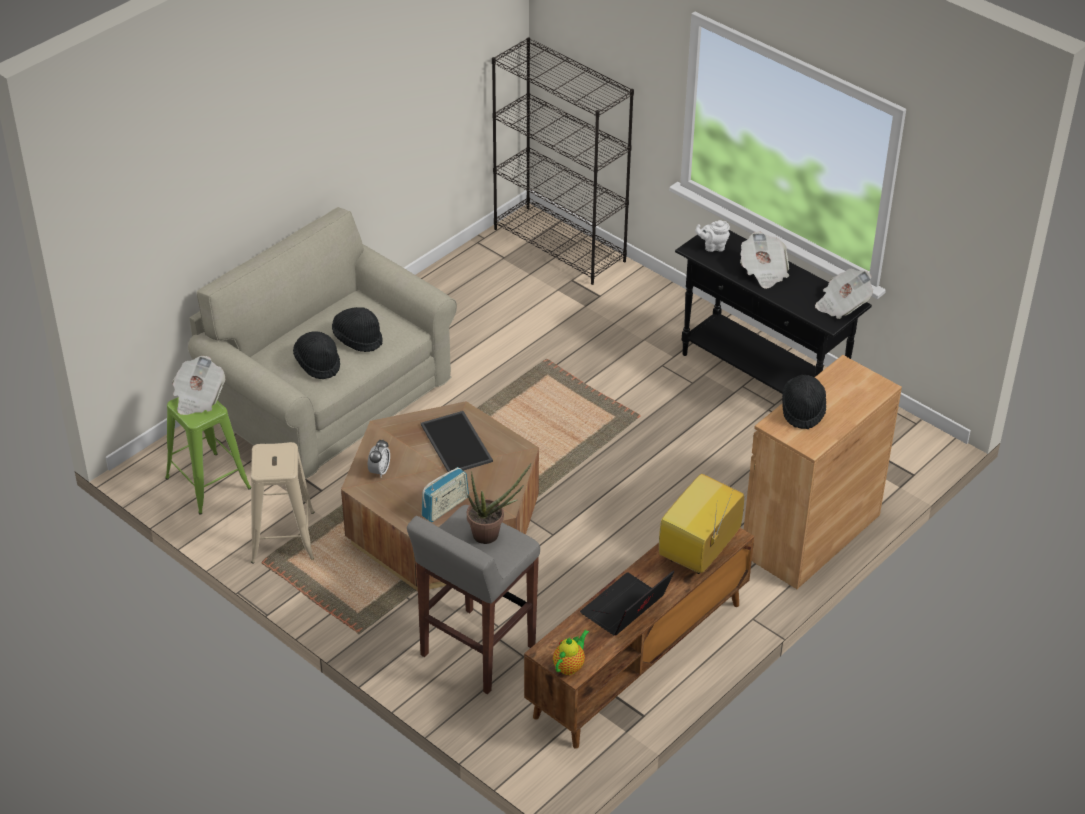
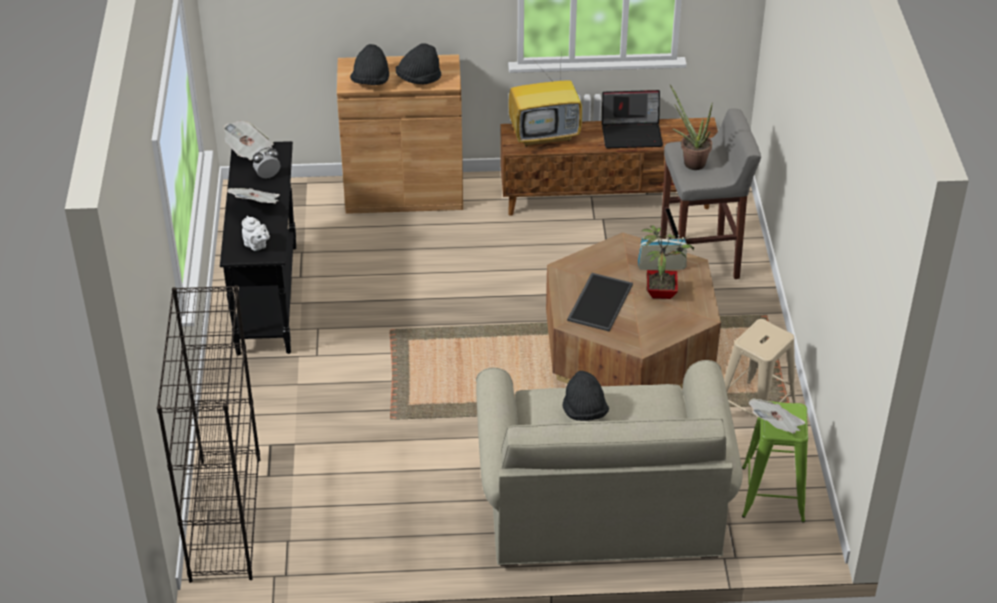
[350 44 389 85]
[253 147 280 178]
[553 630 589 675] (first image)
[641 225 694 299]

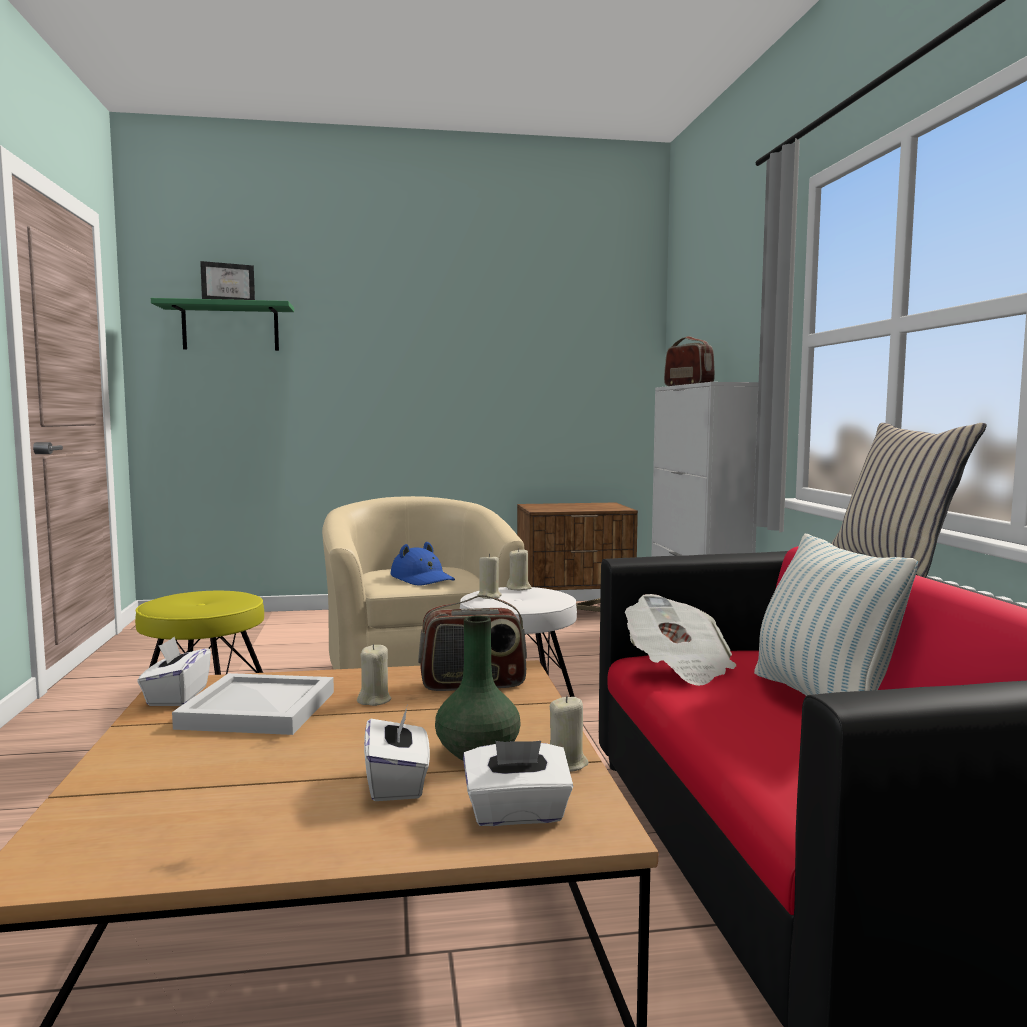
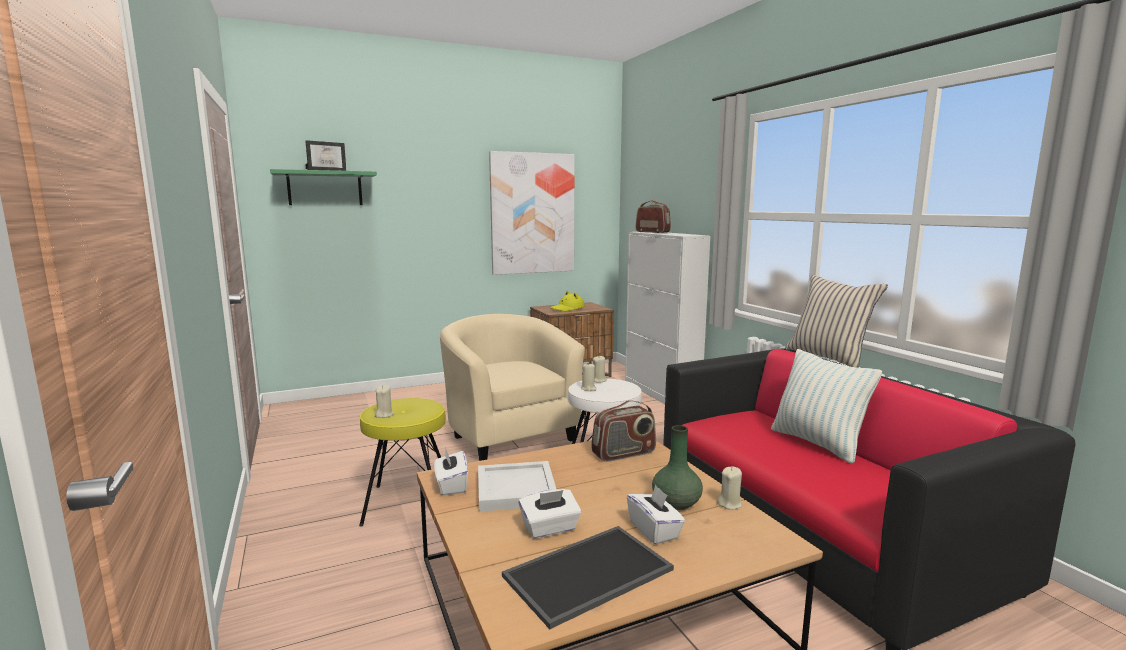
[375 385 394 418]
[390 542 455 586] (first image)
[519 489 581 539]
[625 594 736 686] (first image)
[489 151 575 275]
[502 526 674 629]
[550 291 585 311]

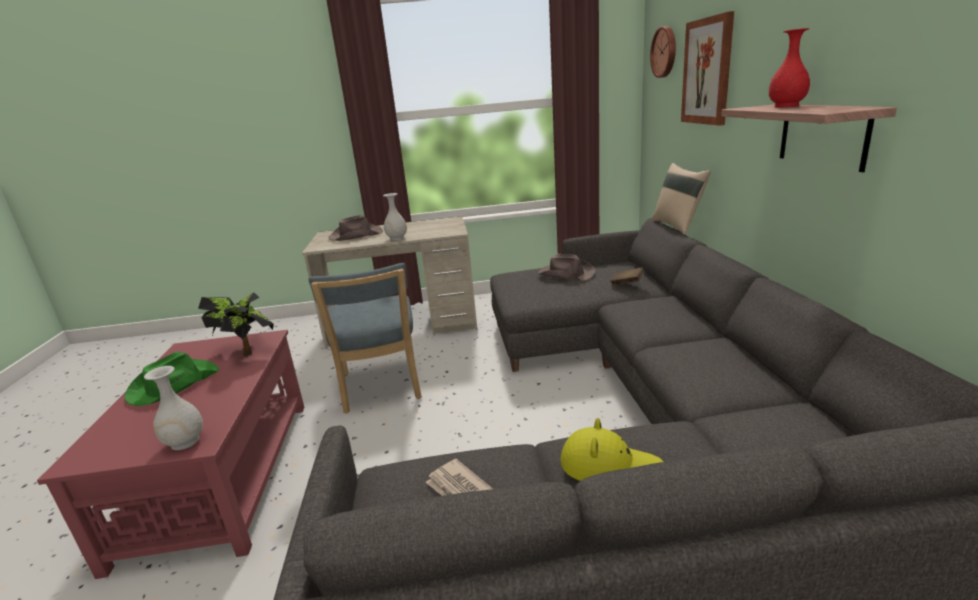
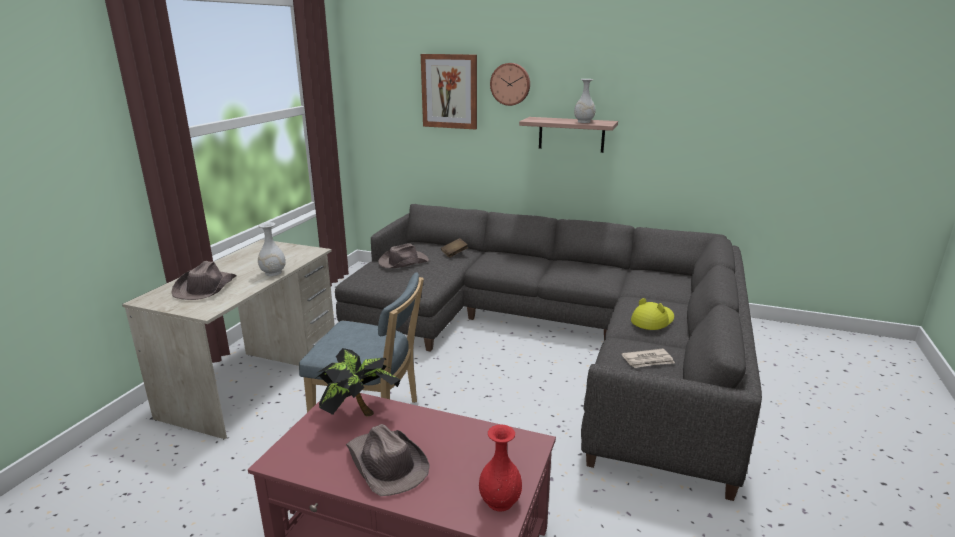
[346 424 430 496]
[574 79 596 123]
[490 63 530 106]
[652 163 711 235] (first image)
[479 424 522 512]

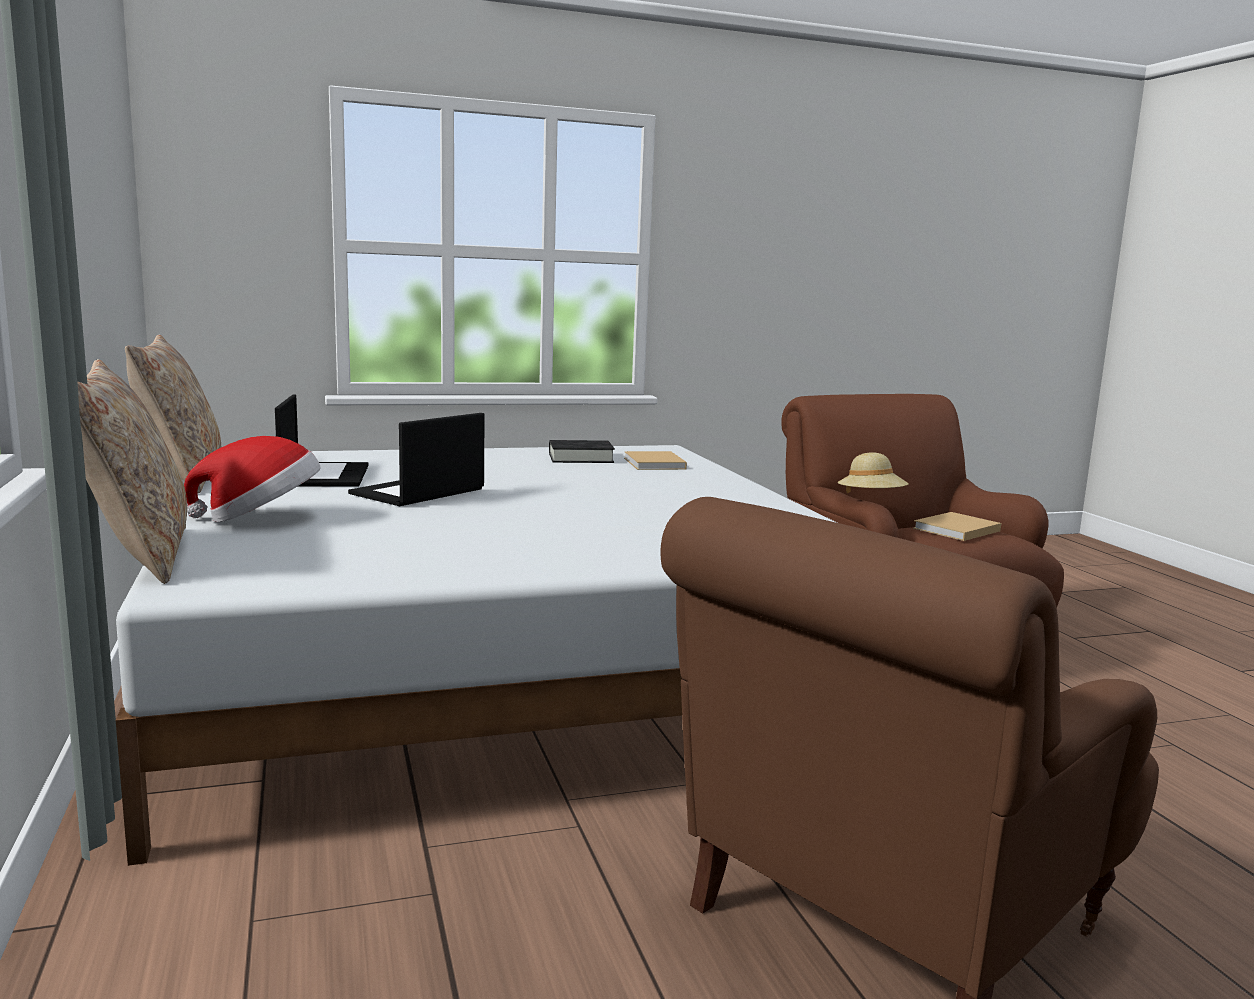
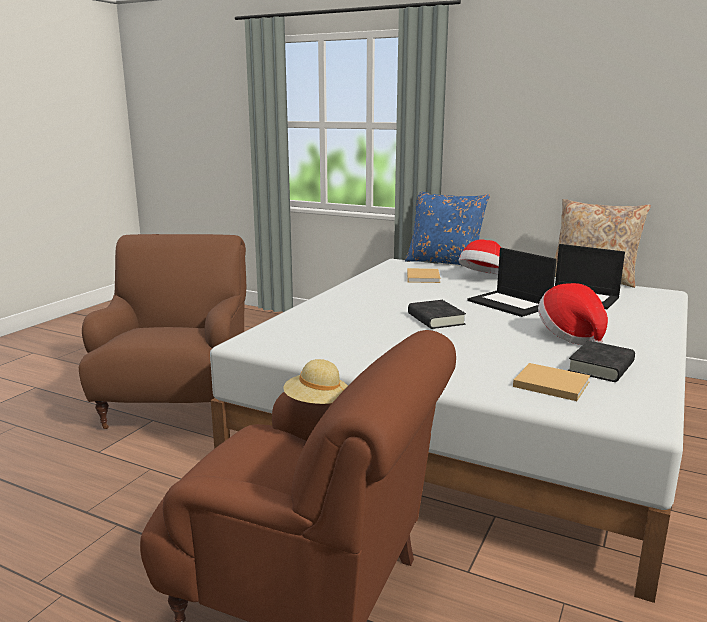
[405 192 490 265]
[467 248 557 317]
[407 268 440 283]
[408 300 466 329]
[538 283 608 345]

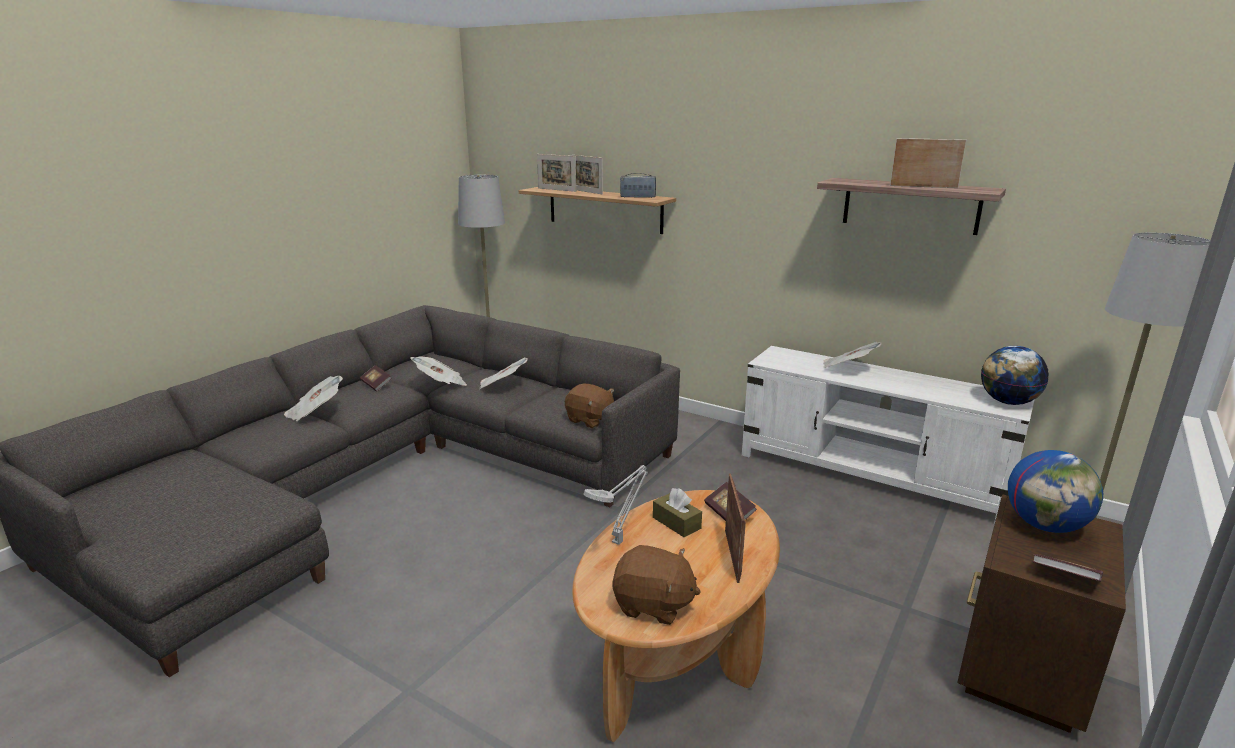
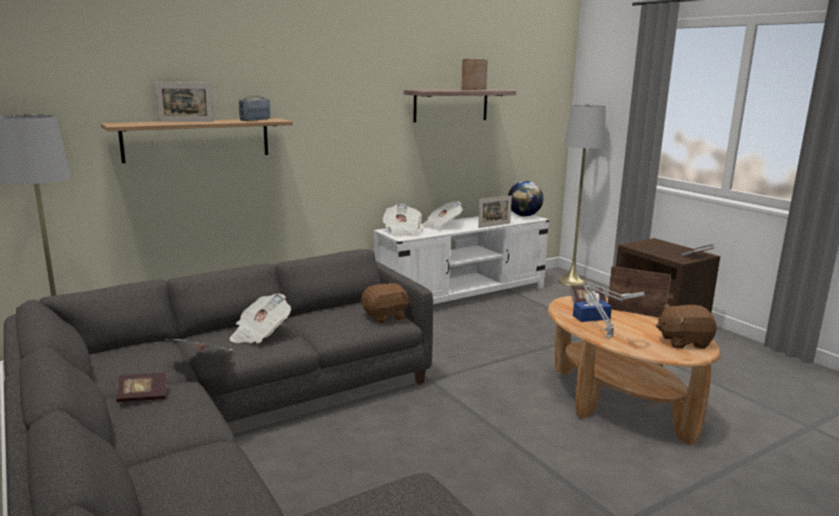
[382 204 422 237]
[478 195 512 228]
[656 304 717 349]
[573 291 612 322]
[1008 450 1103 533] (first image)

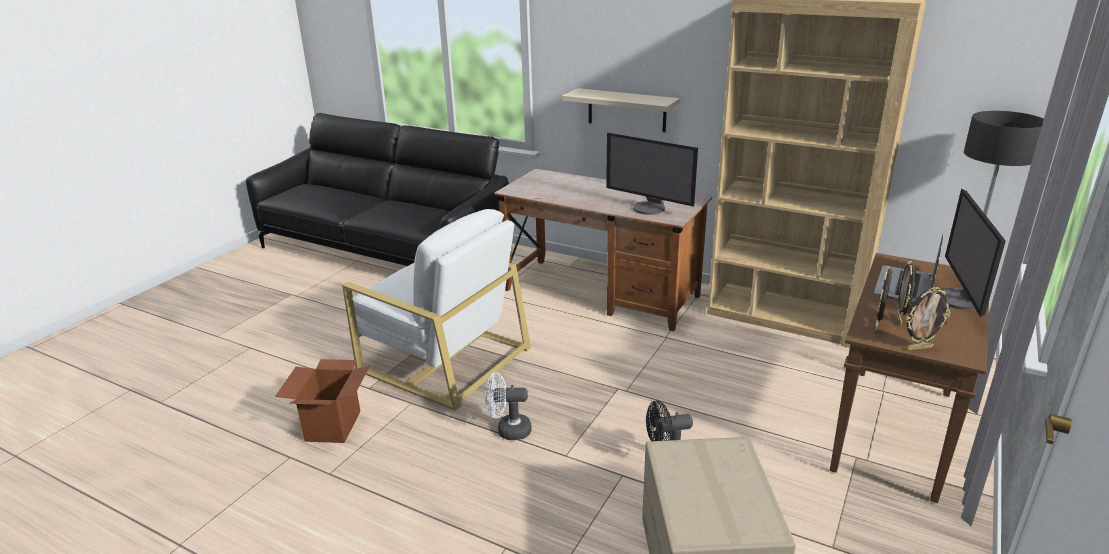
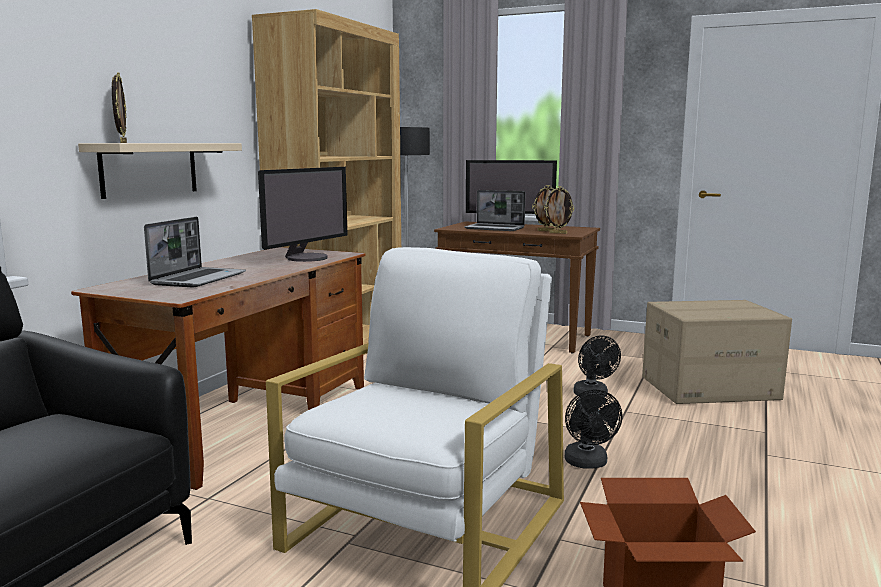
[565 389 623 468]
[112 72 127 143]
[144 217 246 287]

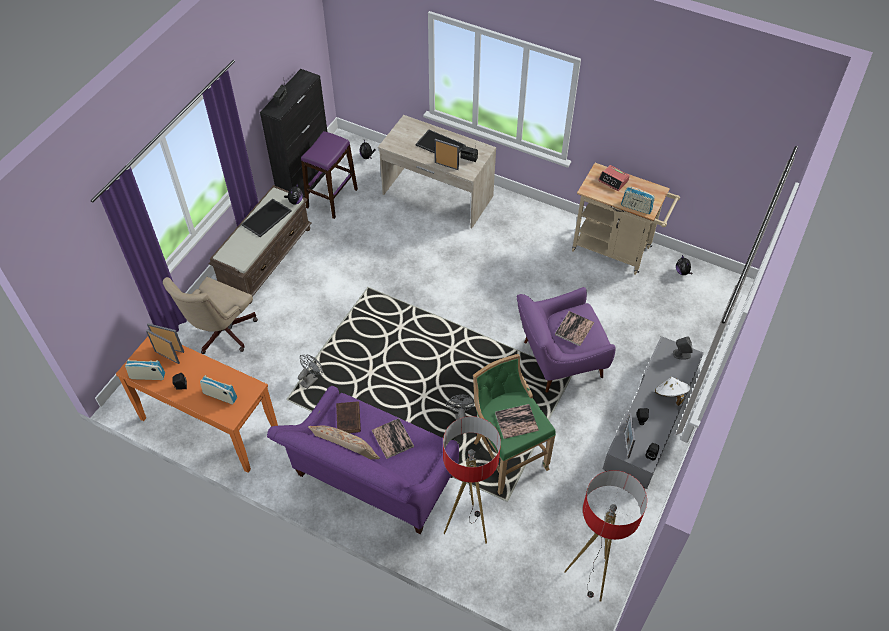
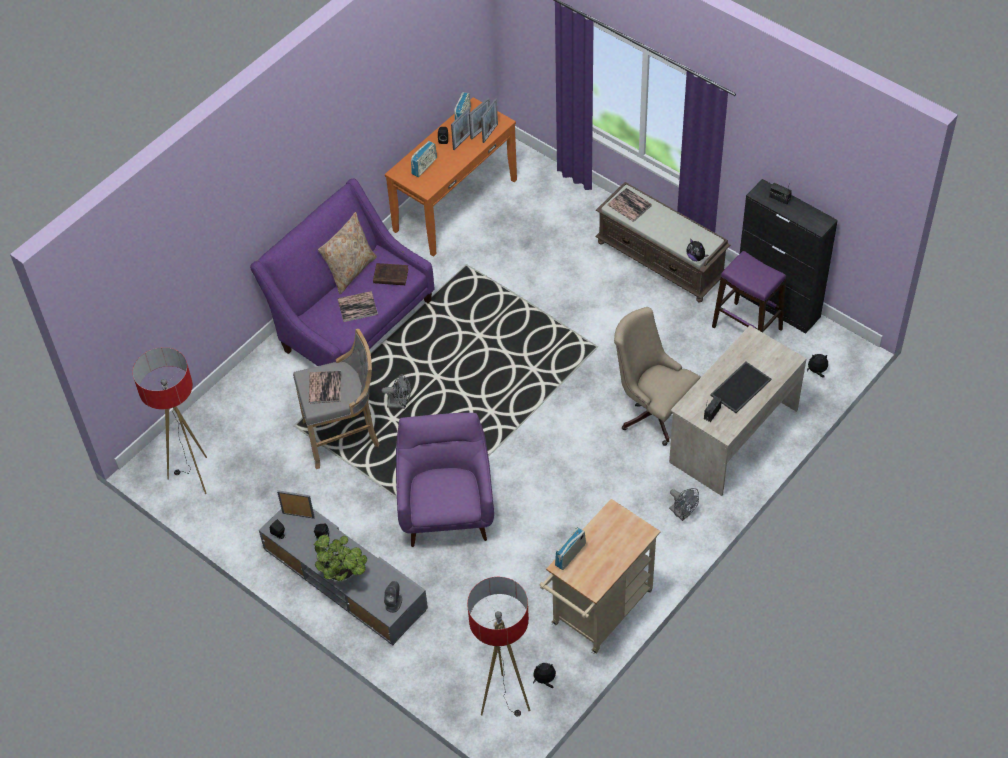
[614 307 701 446]
[241 199 292 237] (first image)
[669 488 699 521]
[451 107 471 150]
[467 577 530 717]
[293 329 380 469]
[608 188 652 222]
[598 165 630 191] (first image)
[314 534 367 582]

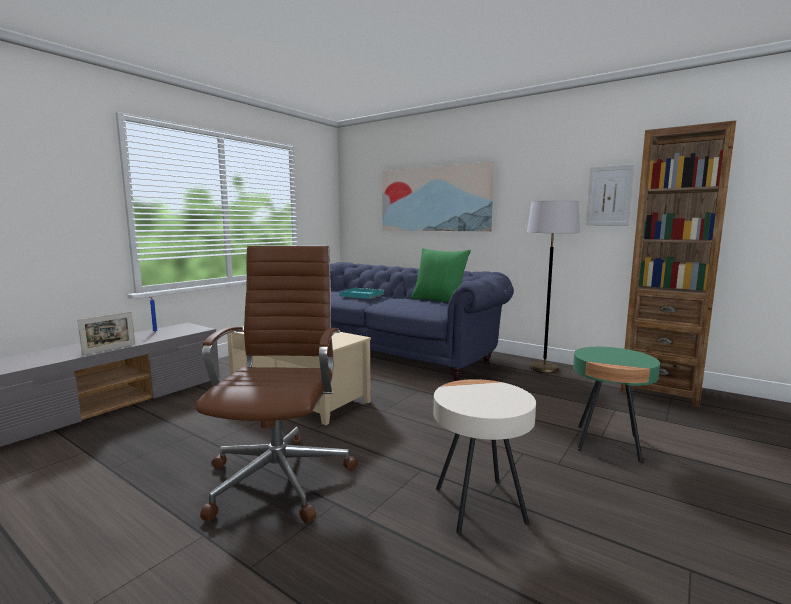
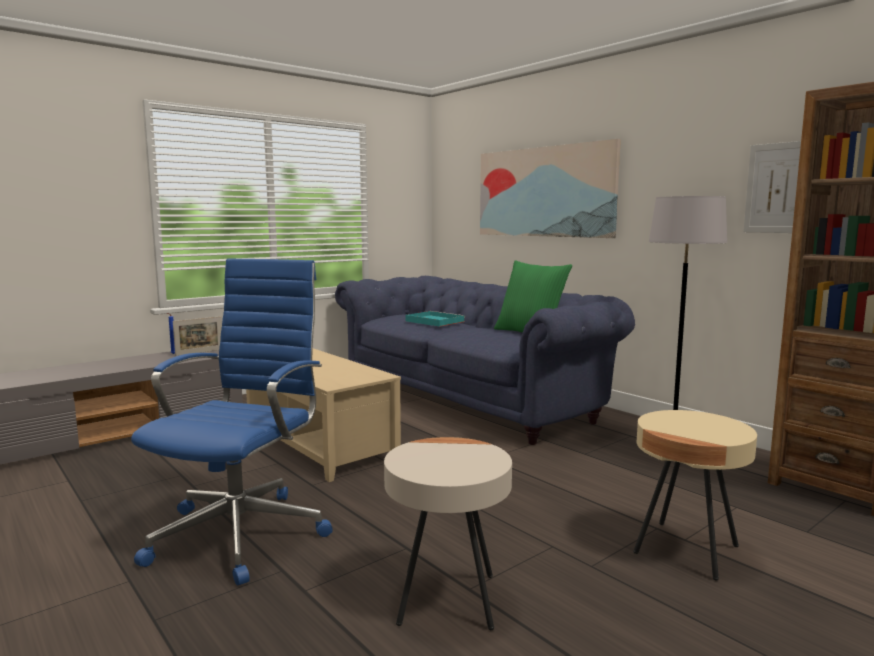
[173 316 222 356]
[131 258 333 585]
[633 410 757 581]

